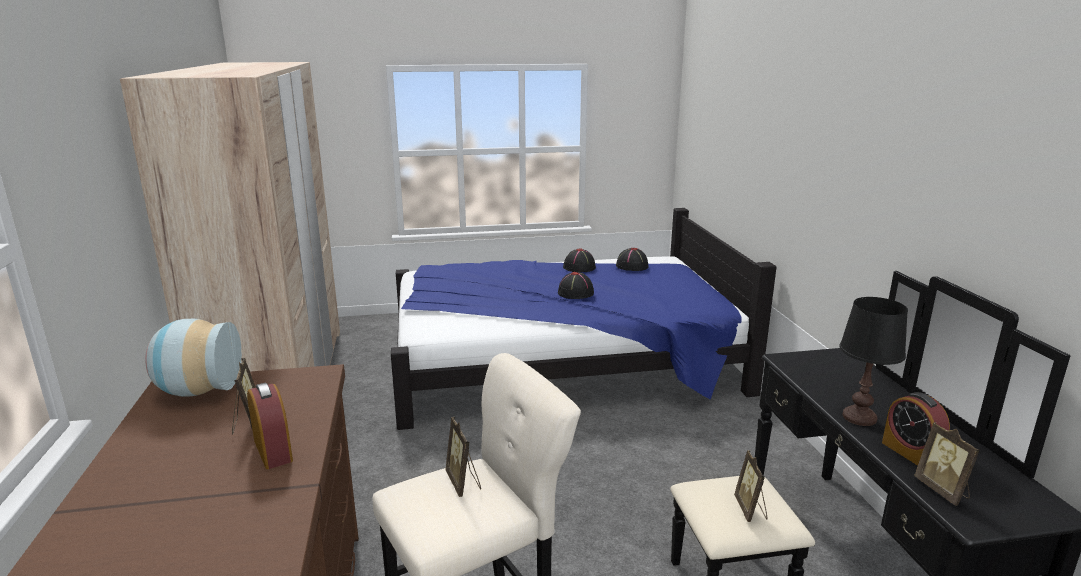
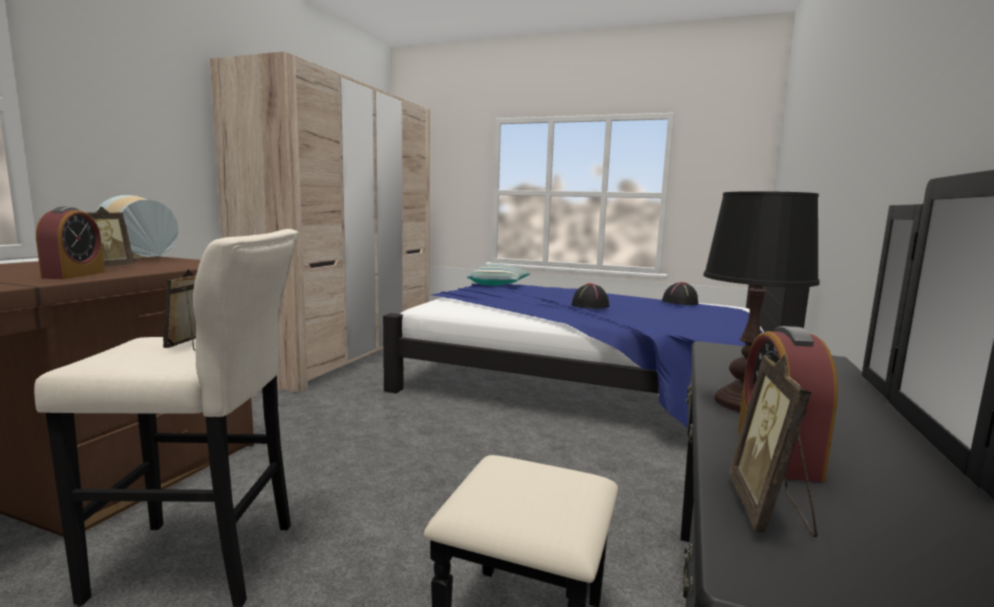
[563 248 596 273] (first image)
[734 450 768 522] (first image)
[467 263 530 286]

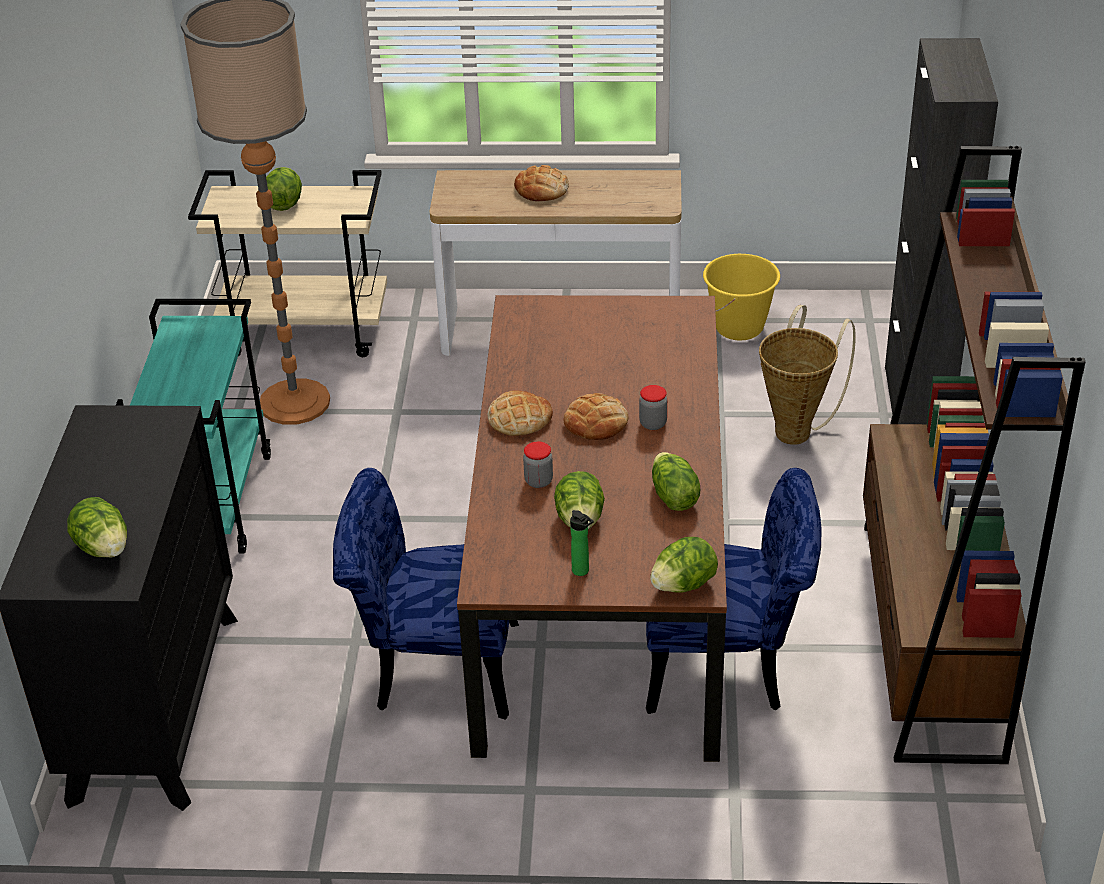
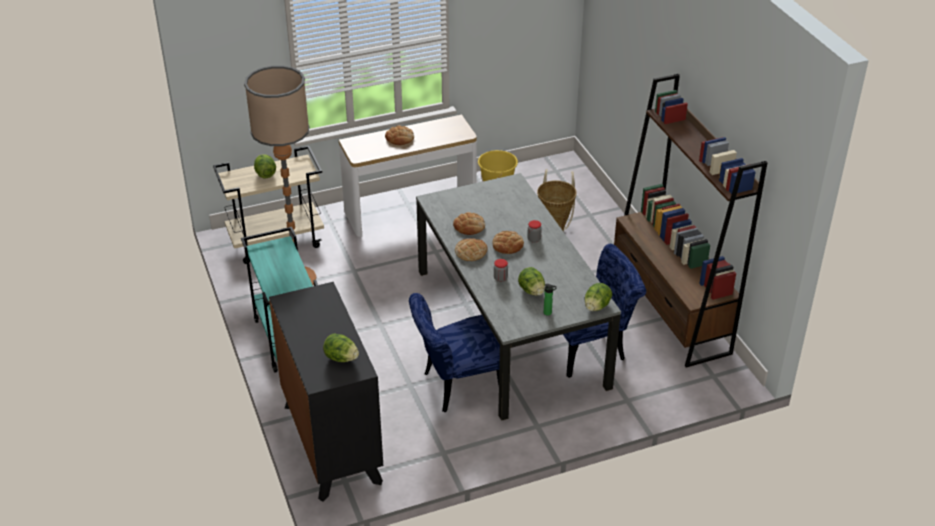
[416 173 621 421]
[652 452 700 511] (first image)
[885 38 998 424] (first image)
[453 212 485 235]

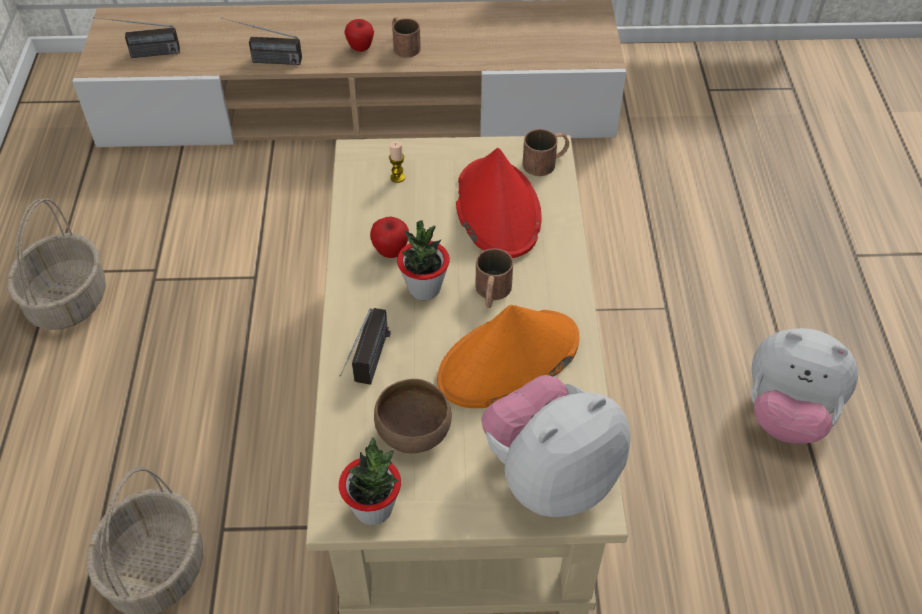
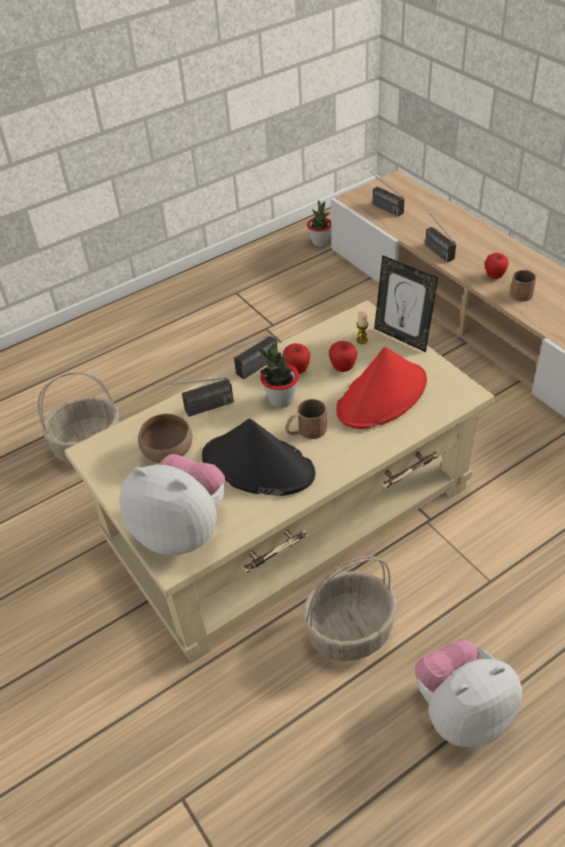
[303 556 397 661]
[307 200 331 246]
[202 419 315 496]
[522 129 569 176] (first image)
[415 640 522 747]
[212 335 278 380]
[329 341 357 372]
[374 255 438 352]

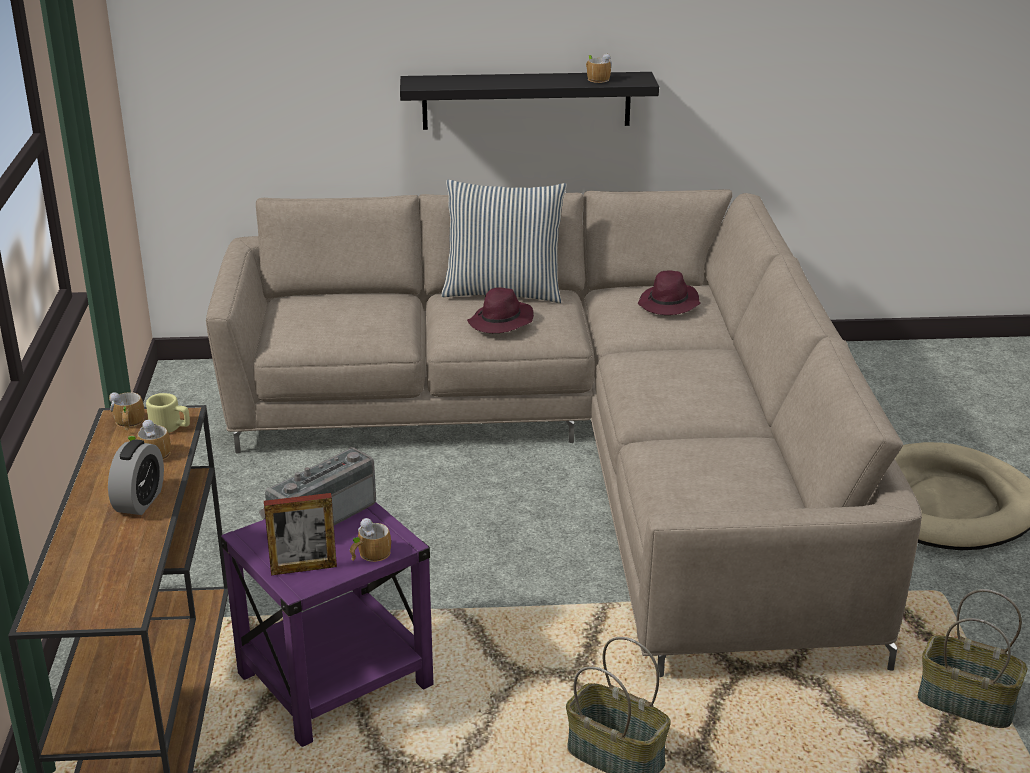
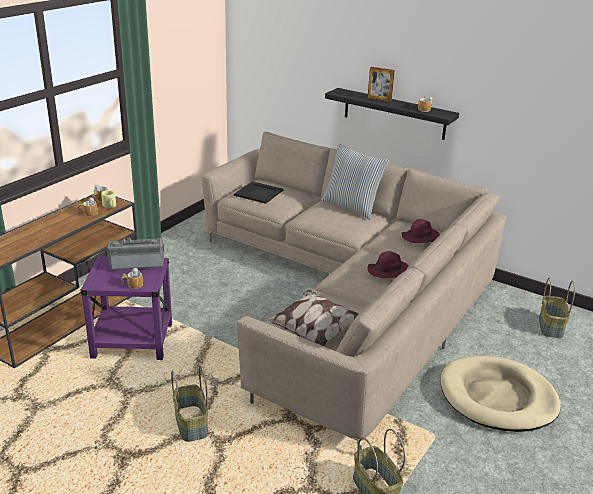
[108 439 164 515] (first image)
[367 67 395 102]
[367 251 408 278]
[234 181 283 204]
[266 290 358 346]
[539 278 575 338]

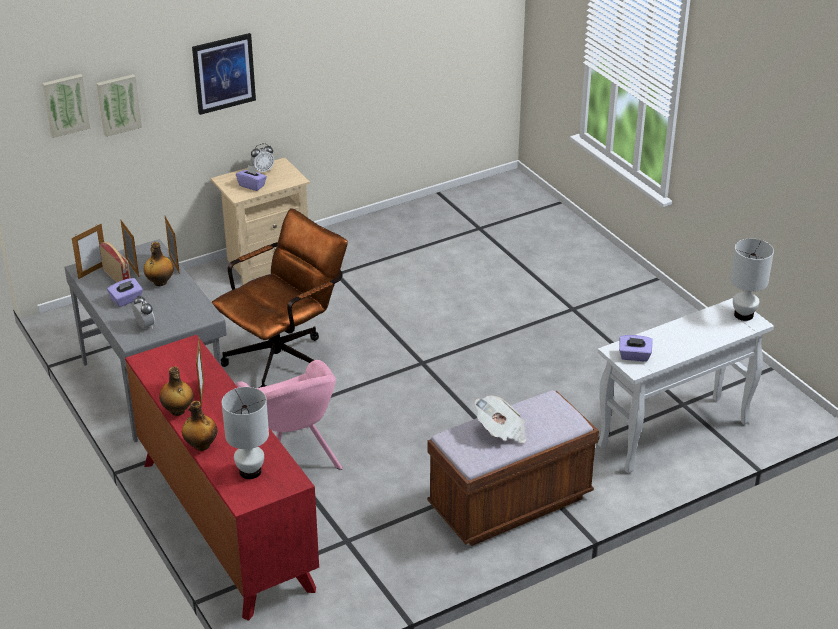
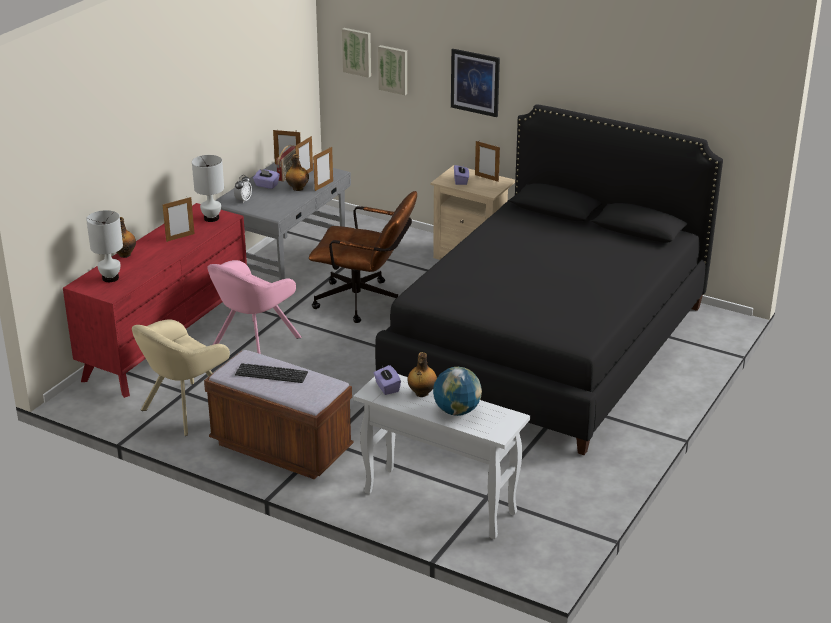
[407 352 437 397]
[475 140 500 182]
[235 363 308 383]
[192 155 224 222]
[132 320 230 436]
[375 104 723 455]
[433 367 482 416]

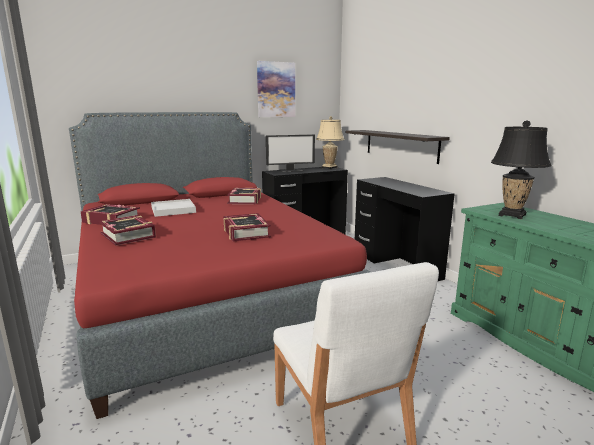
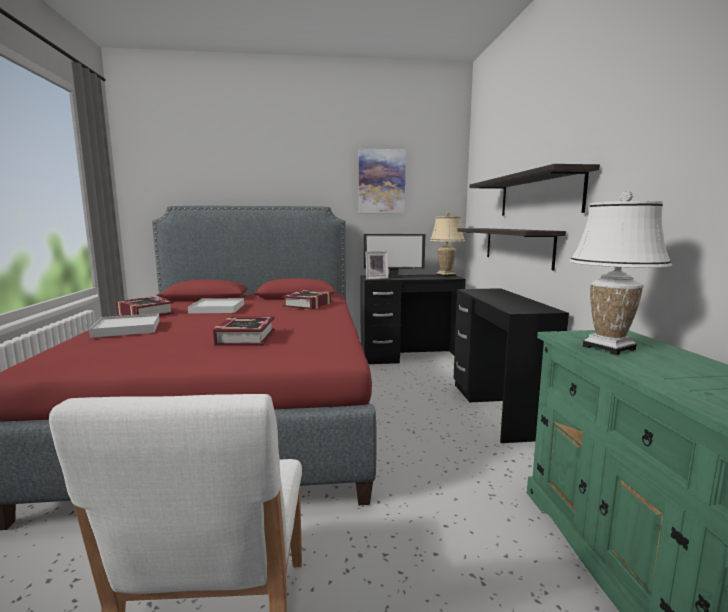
[89 313 160 338]
[570 191 672 355]
[365 251 388 279]
[470 164 600 216]

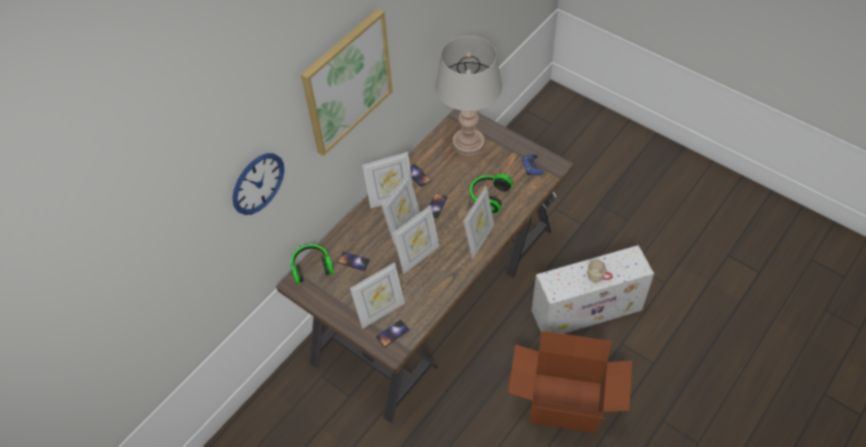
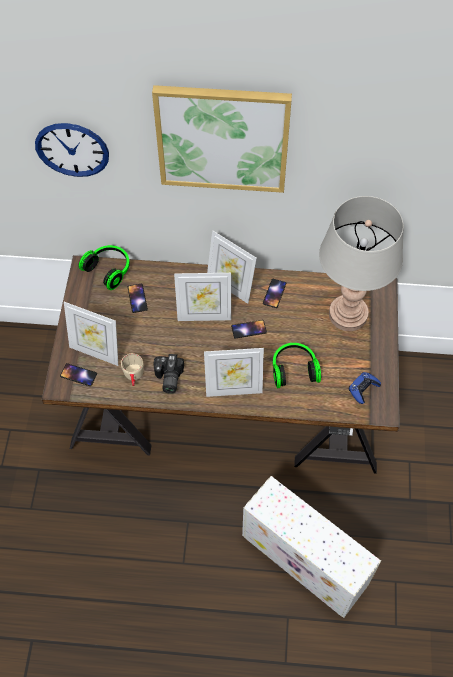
[393 205 440 274] (first image)
[508 331 633 434] (first image)
[121 353 144 386]
[153 354 184 394]

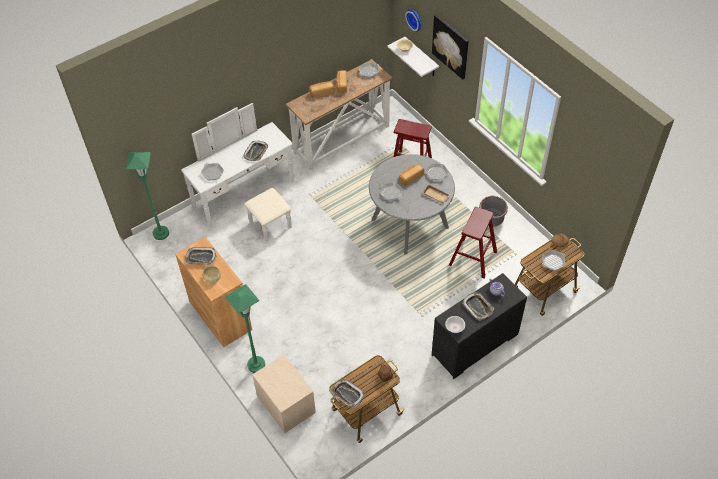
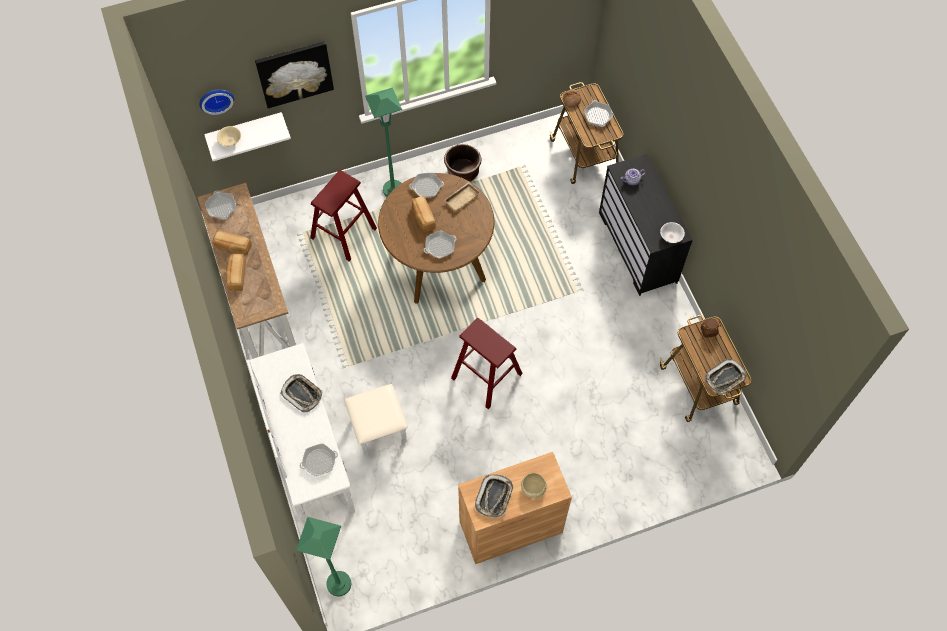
[365 87 402 197]
[252 355 316 433] (first image)
[378 173 494 304]
[451 318 523 409]
[462 292 494 321] (first image)
[444 144 482 182]

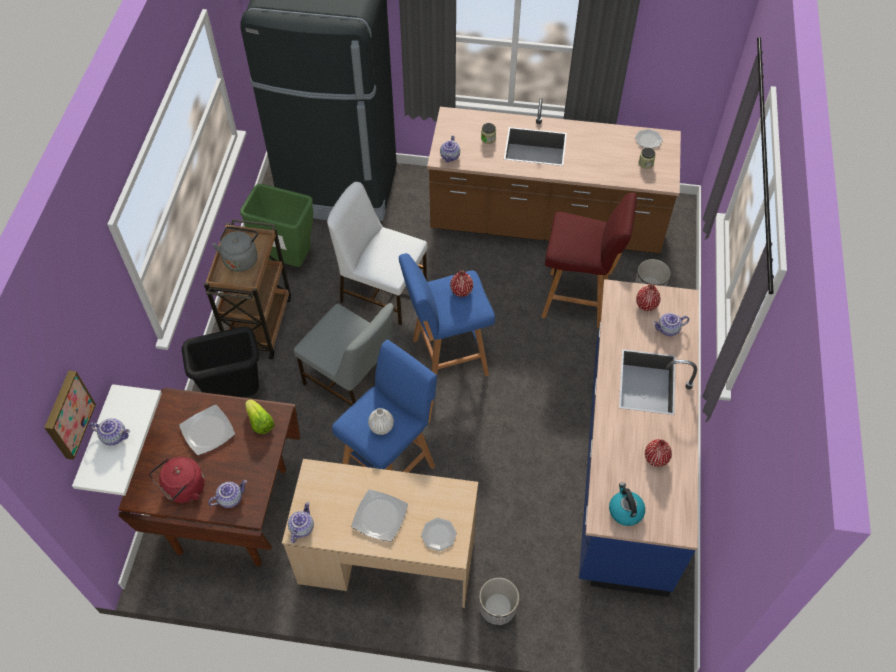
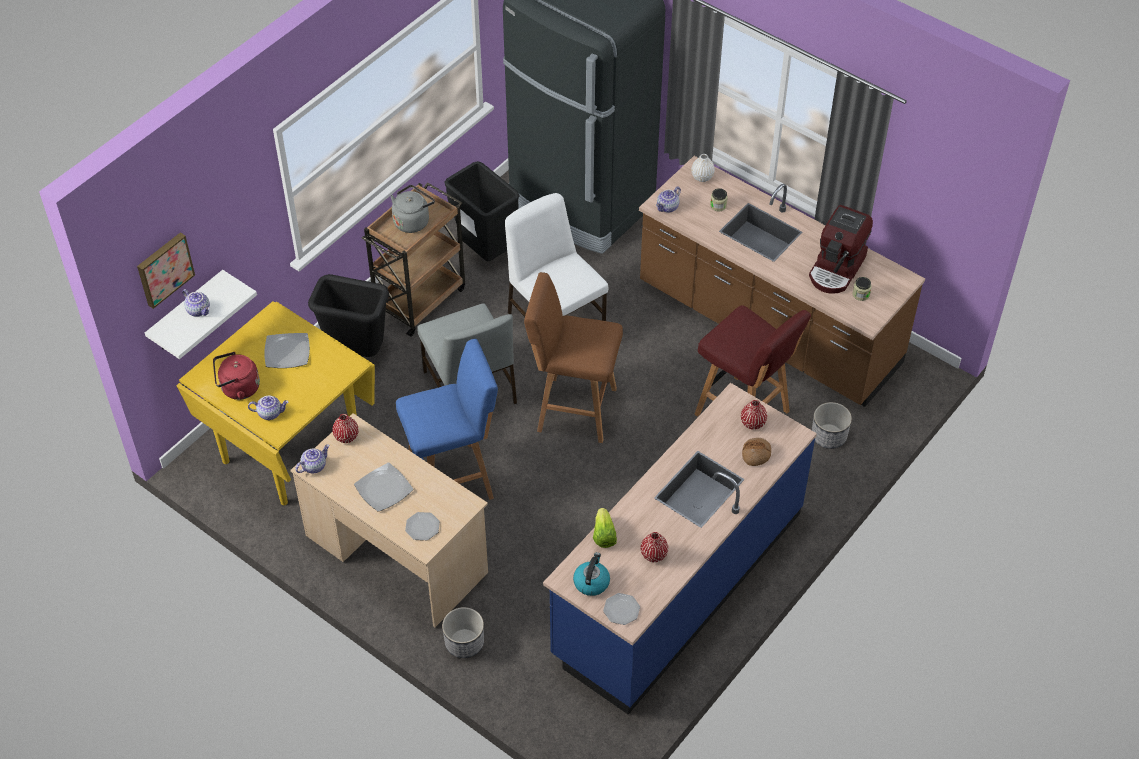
[177 301 375 505]
[444 161 519 261]
[593 508 617 548]
[691 154 715 182]
[524 272 623 443]
[332 414 359 443]
[603 593 640 625]
[742 438 771 466]
[809 205 873 294]

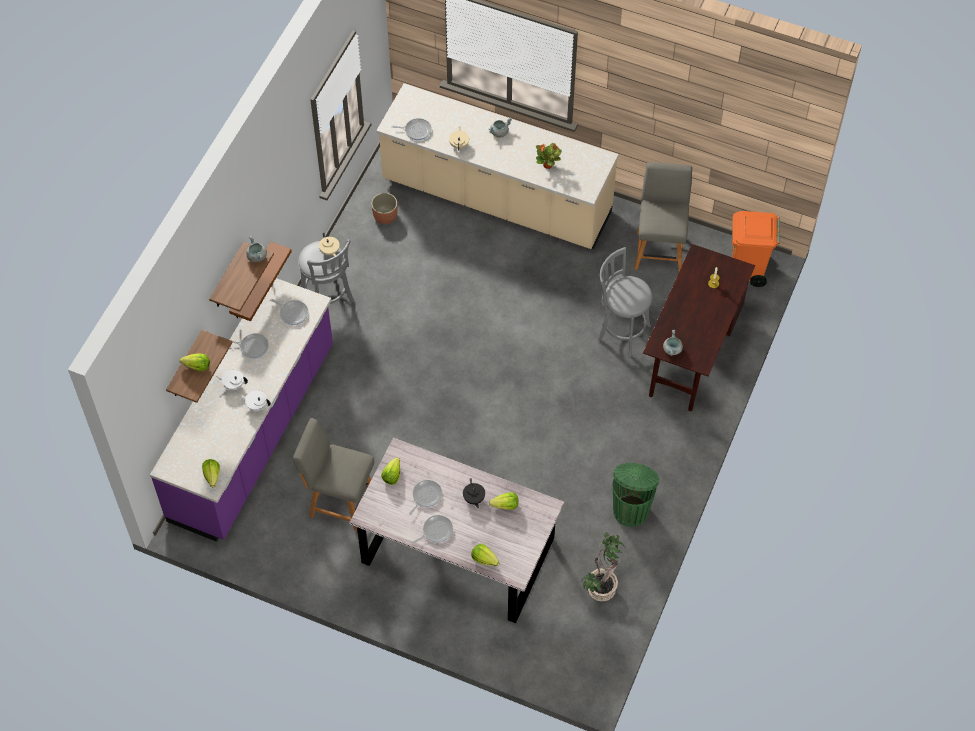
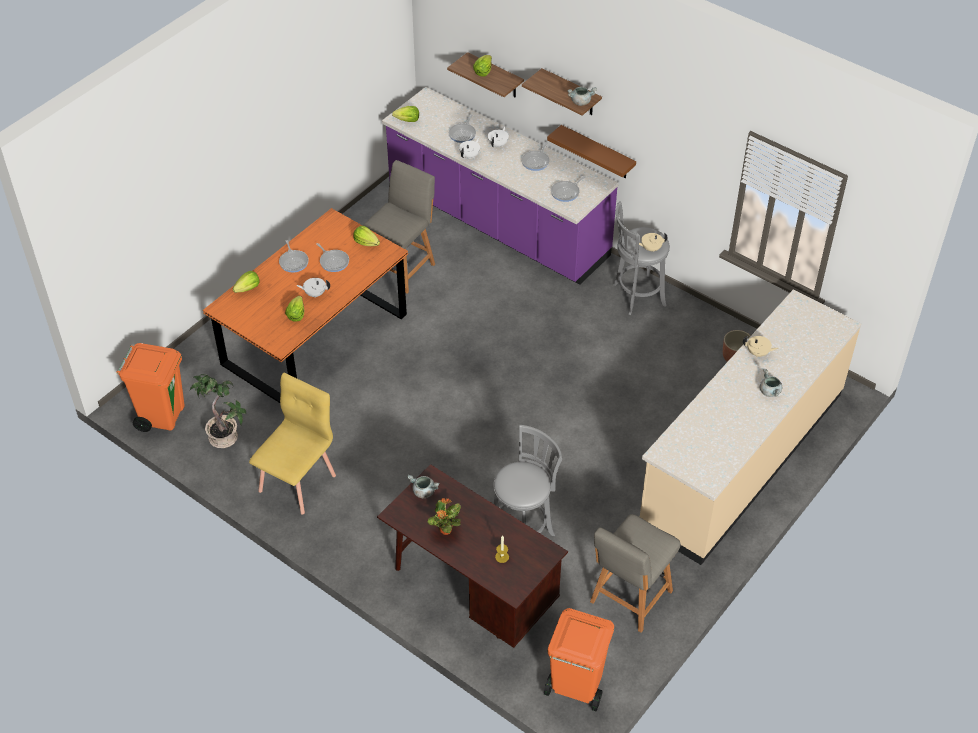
[203 208 408 403]
[449 115 476 143]
[297 278 330 297]
[427 498 461 535]
[249 373 336 515]
[590 514 681 633]
[116 343 185 432]

